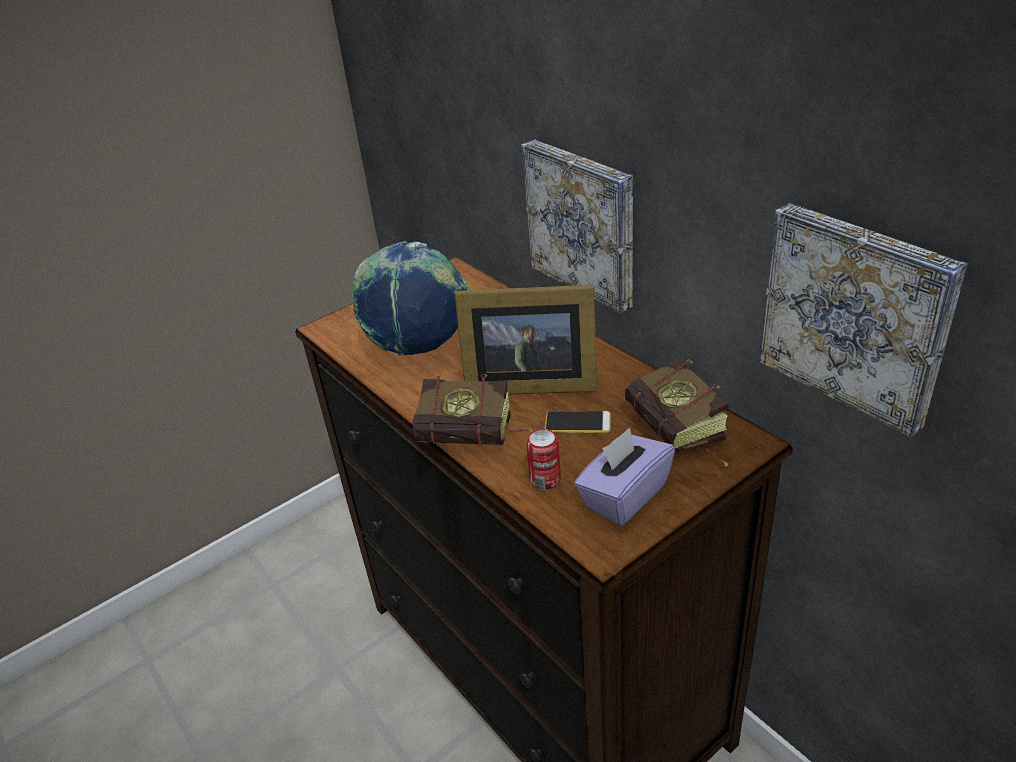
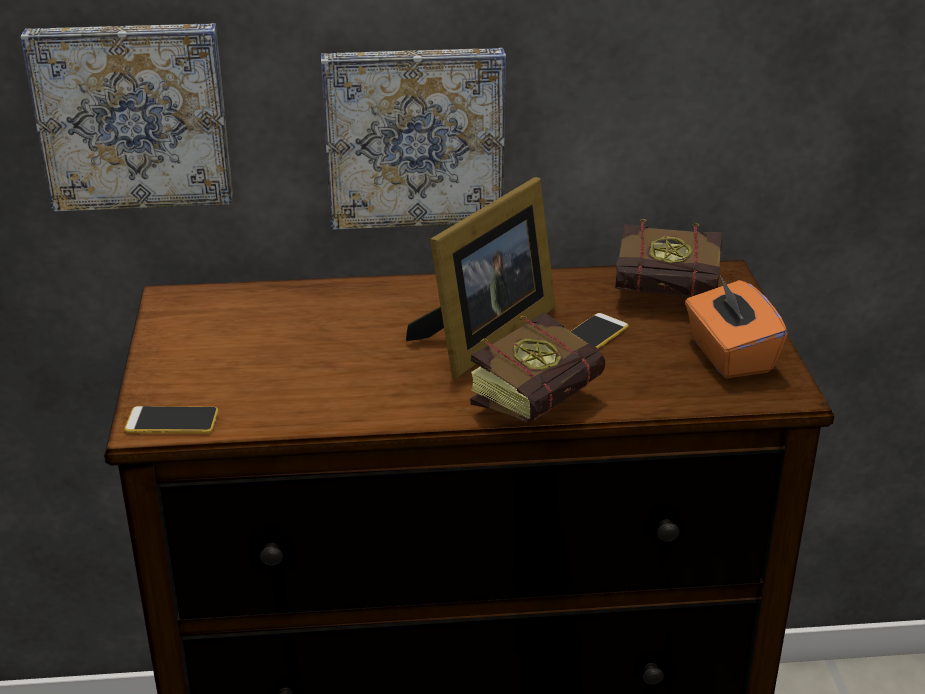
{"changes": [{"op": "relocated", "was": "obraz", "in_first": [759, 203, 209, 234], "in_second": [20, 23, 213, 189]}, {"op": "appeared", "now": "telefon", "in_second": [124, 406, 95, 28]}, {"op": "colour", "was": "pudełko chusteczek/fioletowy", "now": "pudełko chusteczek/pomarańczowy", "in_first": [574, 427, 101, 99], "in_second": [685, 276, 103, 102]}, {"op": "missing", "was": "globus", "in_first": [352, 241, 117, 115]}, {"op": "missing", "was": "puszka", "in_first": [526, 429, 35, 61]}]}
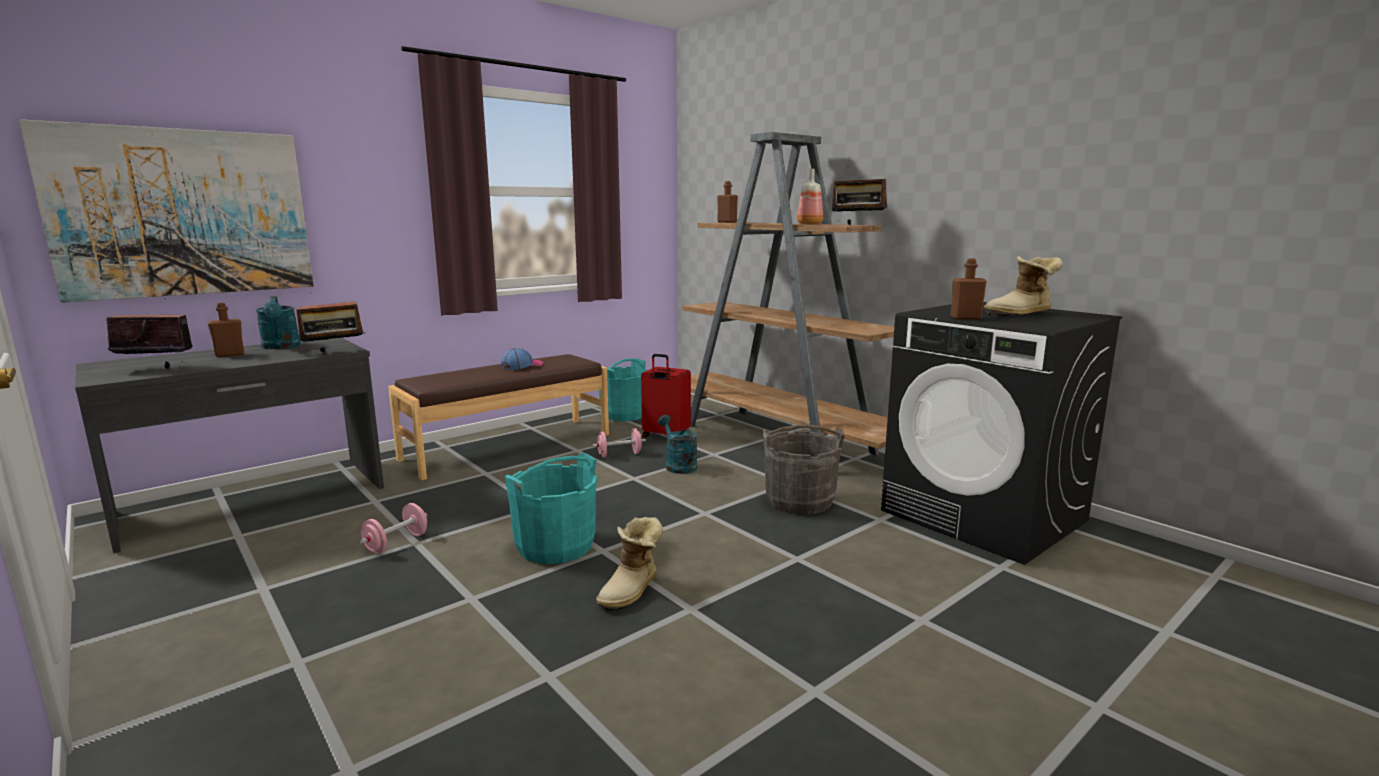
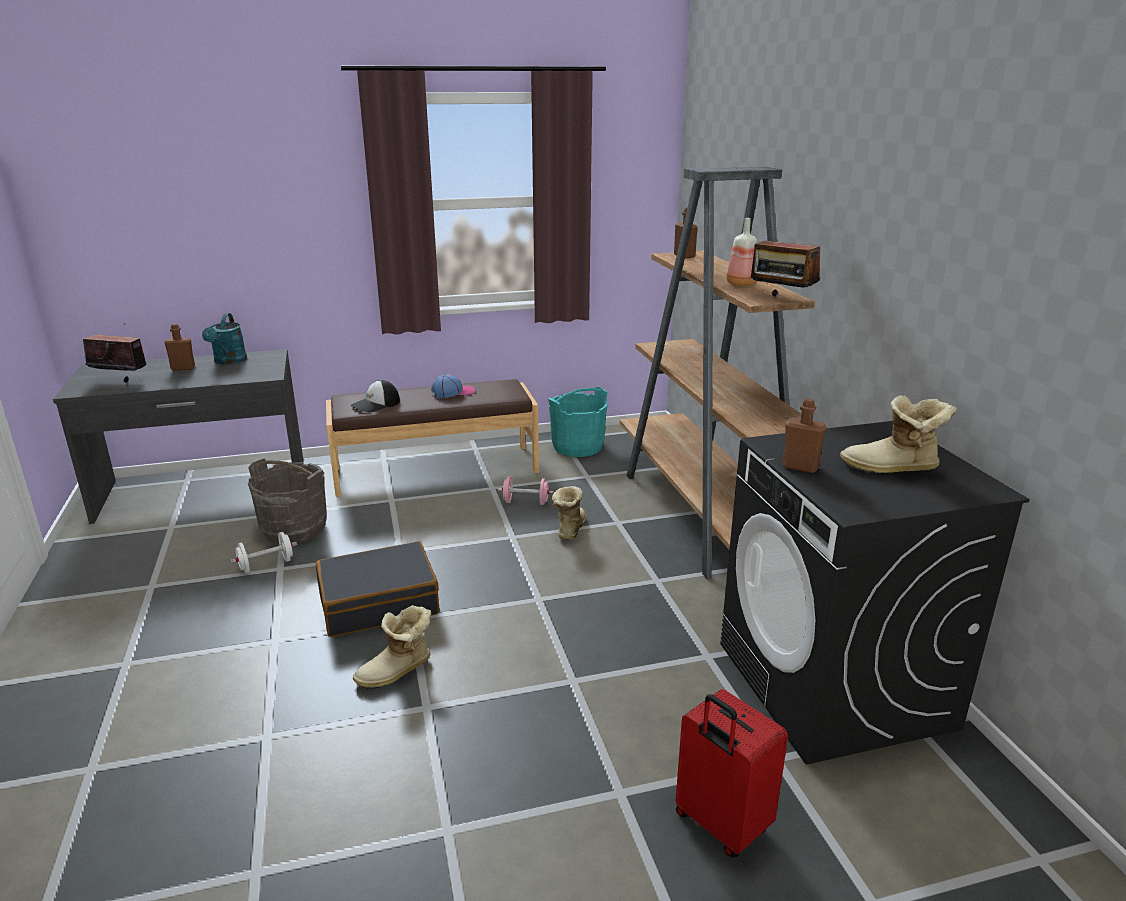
{"changes": [{"op": "colour", "was": "hantel/różowy", "now": "hantel/biały", "in_first": [360, 503, 67, 51], "in_second": [230, 532, 67, 41]}, {"op": "relocated", "was": "wiadro/szary", "in_first": [762, 425, 83, 90], "in_second": [248, 458, 79, 86]}, {"op": "exchanged", "was": "wiadro/turkusowy", "now": "walizka/czarny", "in_first": [505, 454, 92, 110], "in_second": [316, 541, 123, 96]}, {"op": "appeared", "now": "czapka z daszkiem", "in_second": [351, 380, 49, 33]}, {"op": "exchanged", "was": "konewka/turkusowy", "now": "but z cholewką", "in_first": [658, 415, 39, 59], "in_second": [552, 486, 34, 54]}, {"op": "relocated", "was": "walizka/czerwony", "in_first": [641, 354, 50, 83], "in_second": [676, 689, 112, 169]}, {"op": "missing", "was": "obraz", "in_first": [19, 119, 294, 184]}, {"op": "missing", "was": "radio", "in_first": [296, 292, 68, 60]}]}
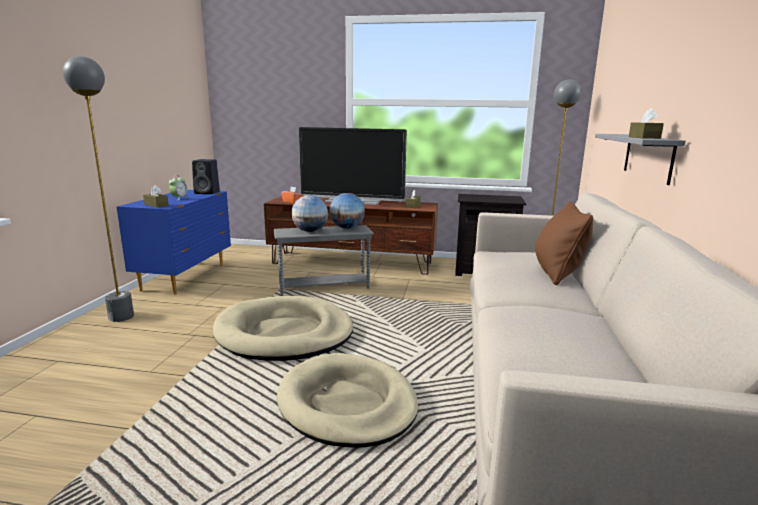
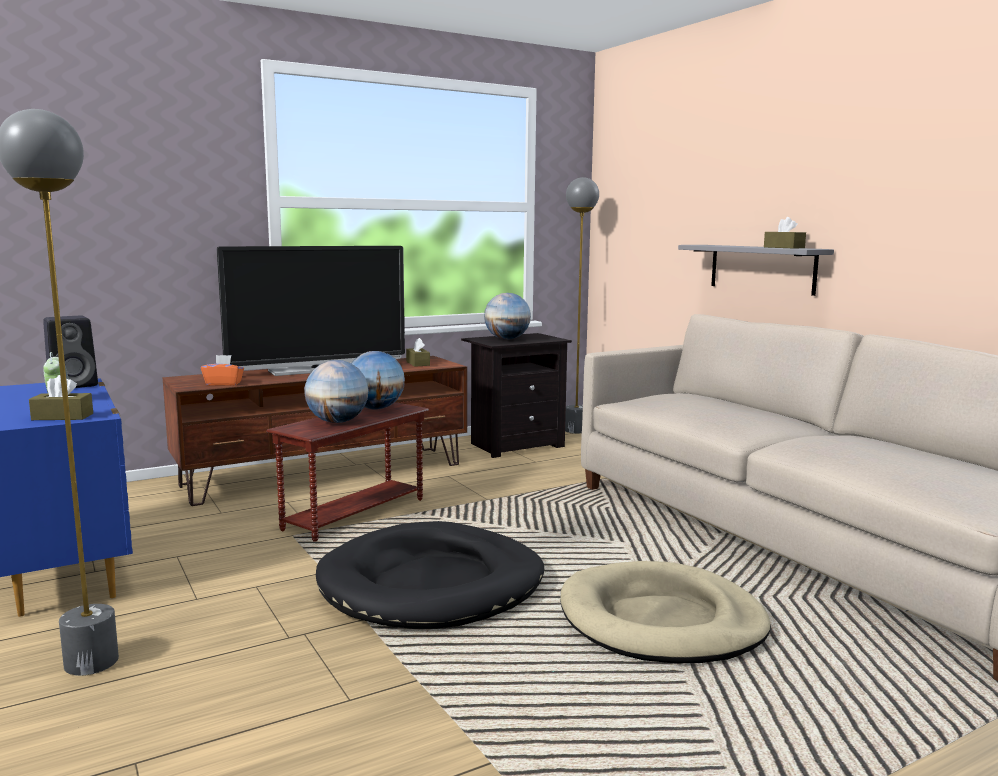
{"changes": [{"op": "colour", "was": "stolik/szary", "now": "stolik/brązowy", "in_first": [274, 225, 100, 70], "in_second": [266, 402, 163, 139]}, {"op": "colour", "was": "legowisko/beżowy", "now": "legowisko/czarny", "in_first": [213, 296, 141, 65], "in_second": [316, 521, 228, 108]}, {"op": "appeared", "now": "globus", "in_second": [484, 293, 47, 47]}, {"op": "missing", "was": "poduszka/brązowy", "in_first": [535, 201, 58, 84]}]}
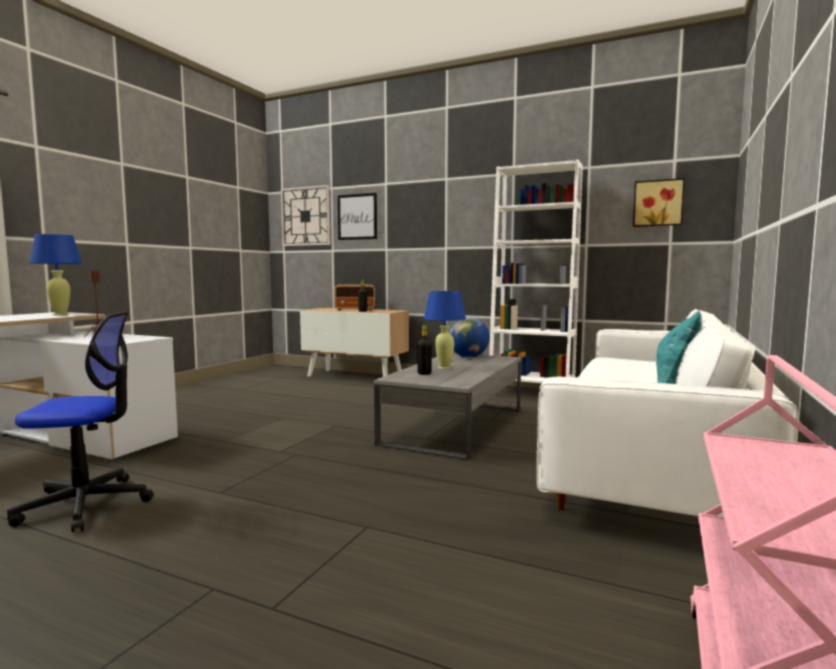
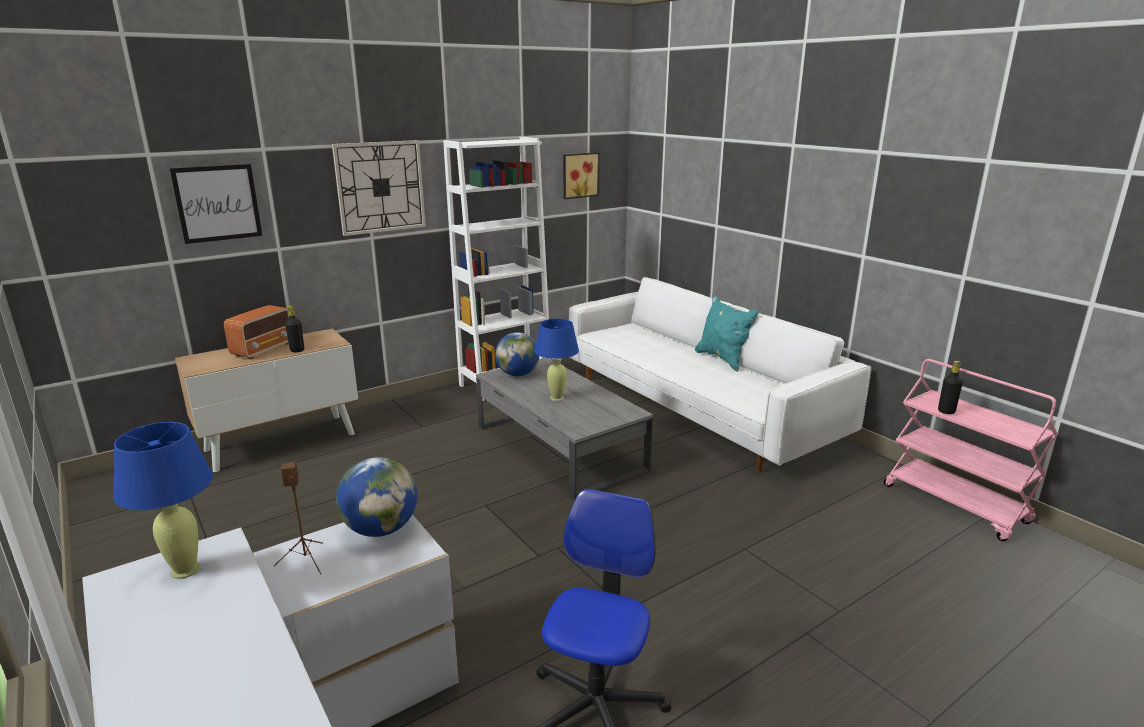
{"changes": [{"op": "relocated", "was": "zegar ścienny", "in_first": [281, 185, 50, 61], "in_second": [332, 140, 94, 96]}, {"op": "appeared", "now": "globus", "in_second": [336, 457, 81, 80]}, {"op": "relocated", "was": "butelka/czarny", "in_first": [417, 325, 15, 50], "in_second": [938, 361, 25, 53]}]}
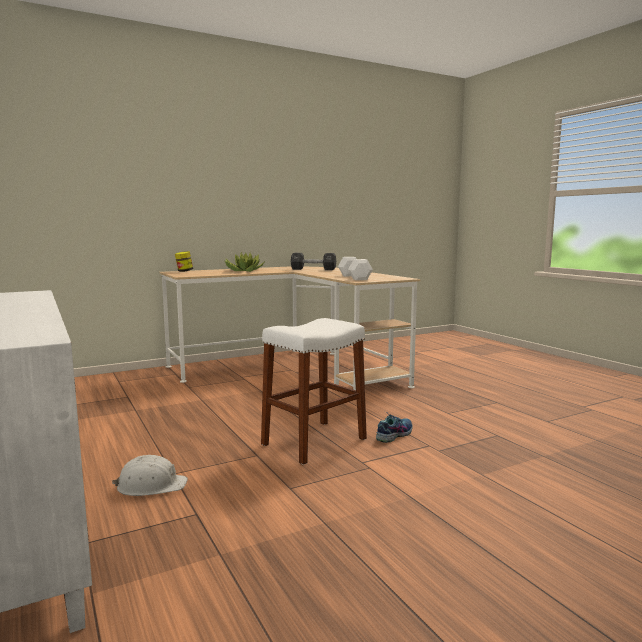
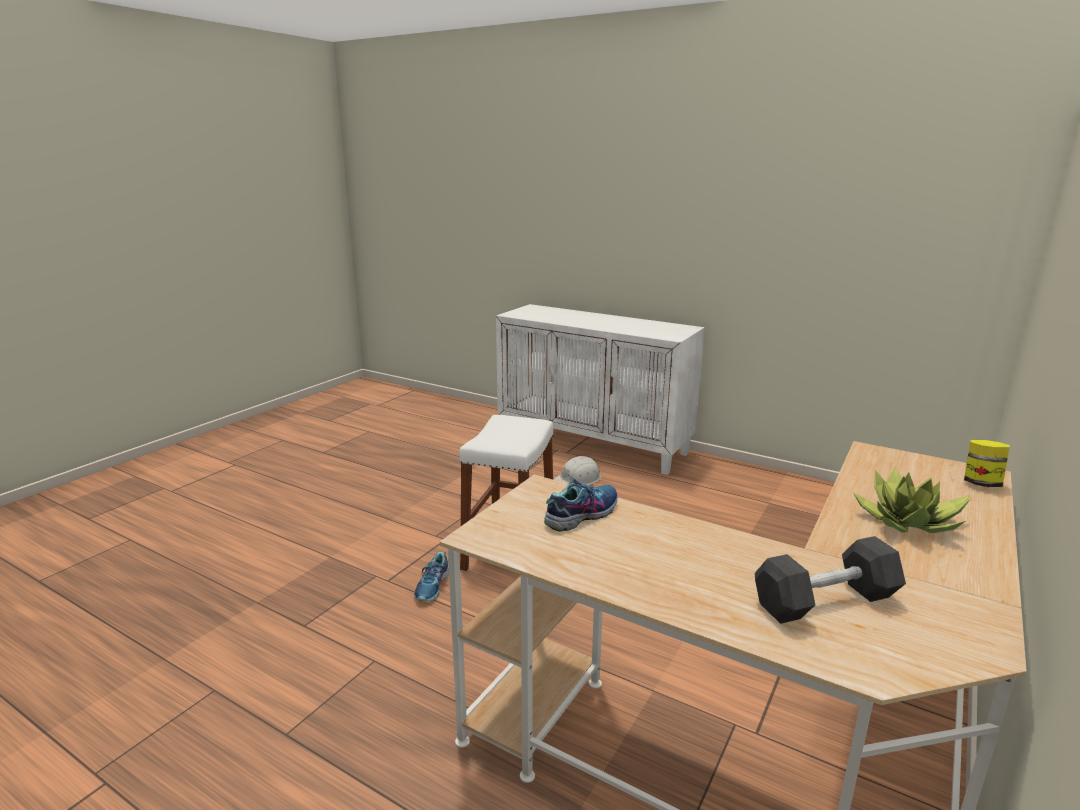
{"changes": [{"op": "exchanged", "was": "hantel/biały", "now": "but", "in_first": [338, 257, 35, 23], "in_second": [544, 473, 74, 59]}]}
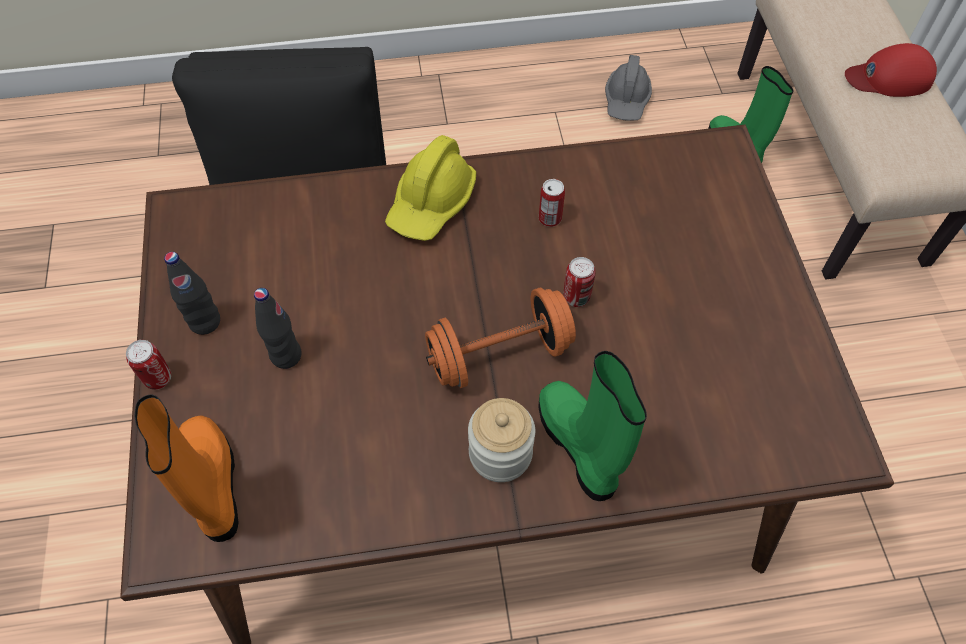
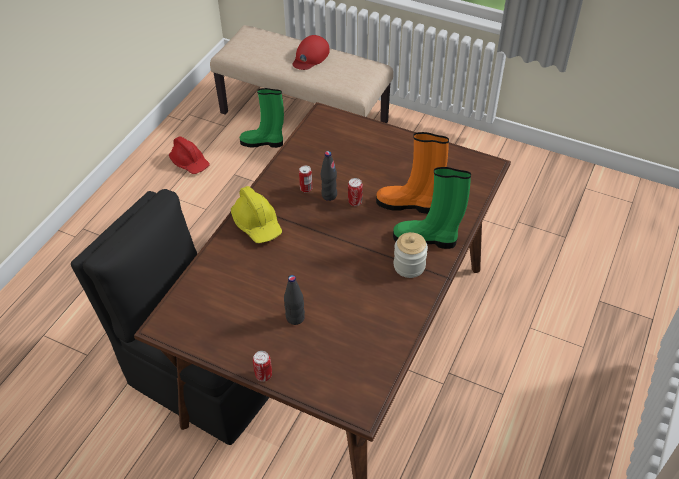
{"changes": [{"op": "colour", "was": "kask/szary", "now": "kask/czerwony", "in_first": [605, 55, 47, 66], "in_second": [169, 136, 41, 38]}, {"op": "relocated", "was": "butelka/czarny", "in_first": [164, 252, 56, 83], "in_second": [321, 151, 16, 50]}, {"op": "relocated", "was": "but z cholewką/pomarańczowy", "in_first": [135, 394, 103, 148], "in_second": [376, 132, 73, 82]}, {"op": "missing", "was": "hantel/pomarańczowy", "in_first": [425, 288, 151, 100]}]}
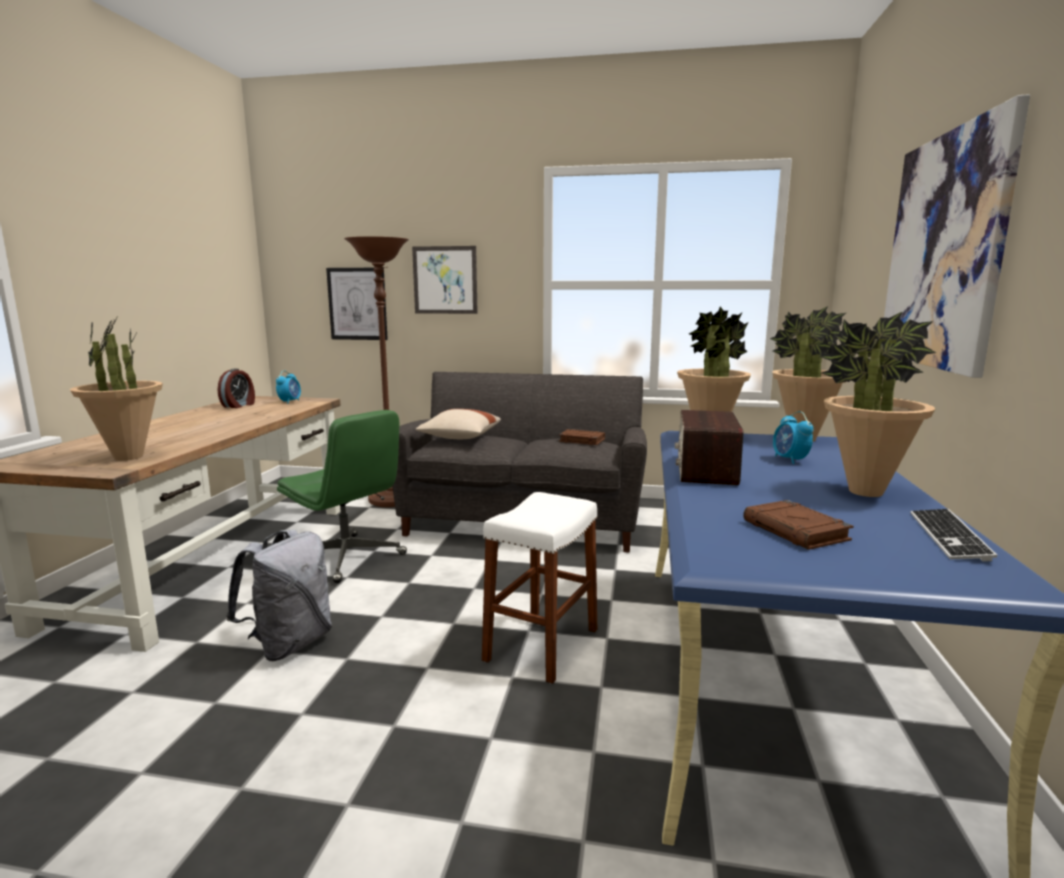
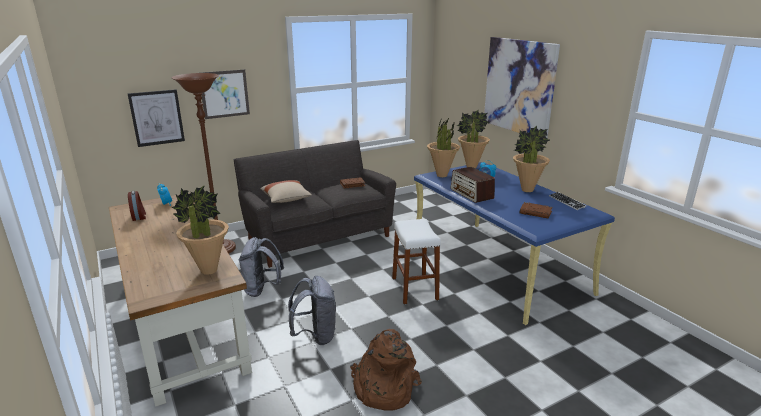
{"changes": [{"op": "exchanged", "was": "krzesło biurowe/zielony", "now": "plecak/szary", "in_first": [277, 410, 130, 173], "in_second": [238, 237, 46, 60]}, {"op": "appeared", "now": "plecak/brązowy", "in_second": [350, 329, 72, 82]}]}
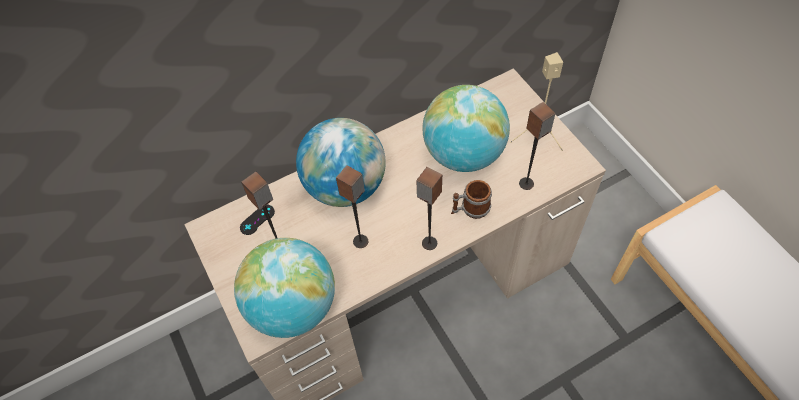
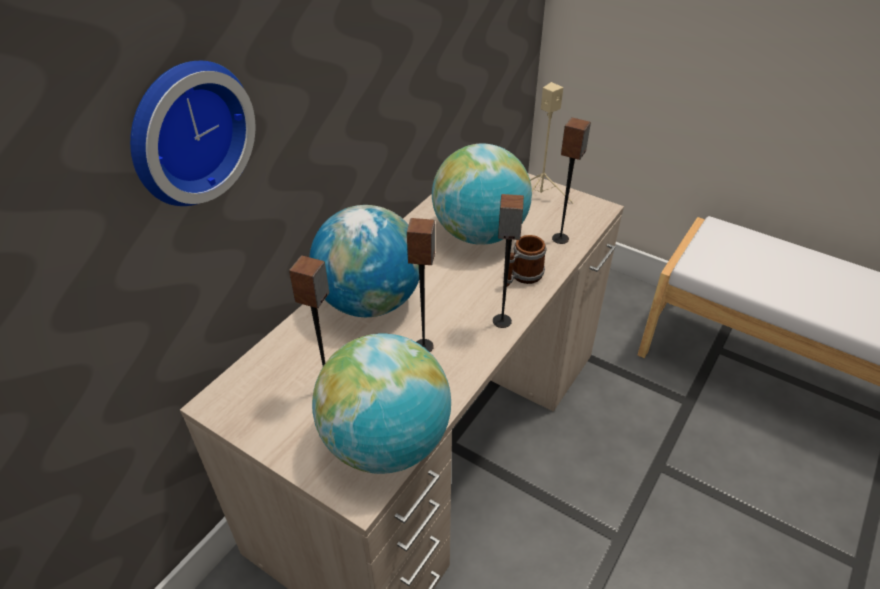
{"changes": [{"op": "appeared", "now": "zegar ścienny", "in_second": [130, 61, 125, 145]}, {"op": "missing", "was": "pad do gier/czarny", "in_first": [240, 205, 35, 30]}]}
